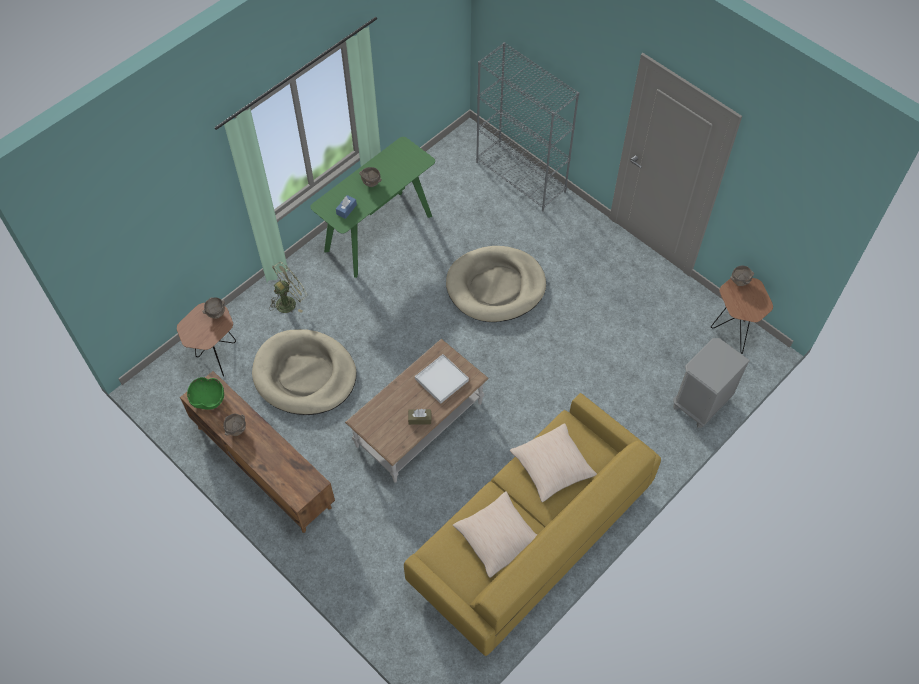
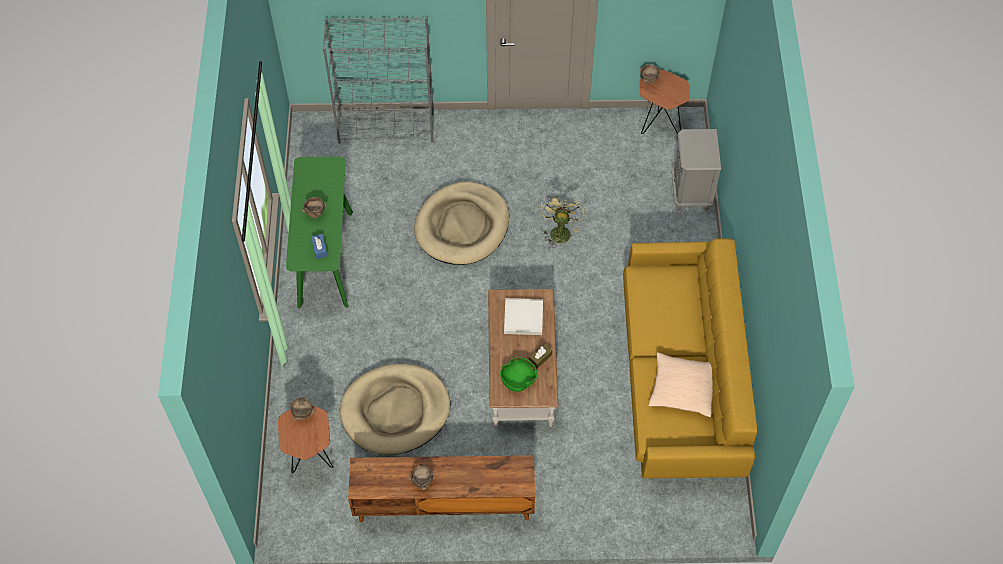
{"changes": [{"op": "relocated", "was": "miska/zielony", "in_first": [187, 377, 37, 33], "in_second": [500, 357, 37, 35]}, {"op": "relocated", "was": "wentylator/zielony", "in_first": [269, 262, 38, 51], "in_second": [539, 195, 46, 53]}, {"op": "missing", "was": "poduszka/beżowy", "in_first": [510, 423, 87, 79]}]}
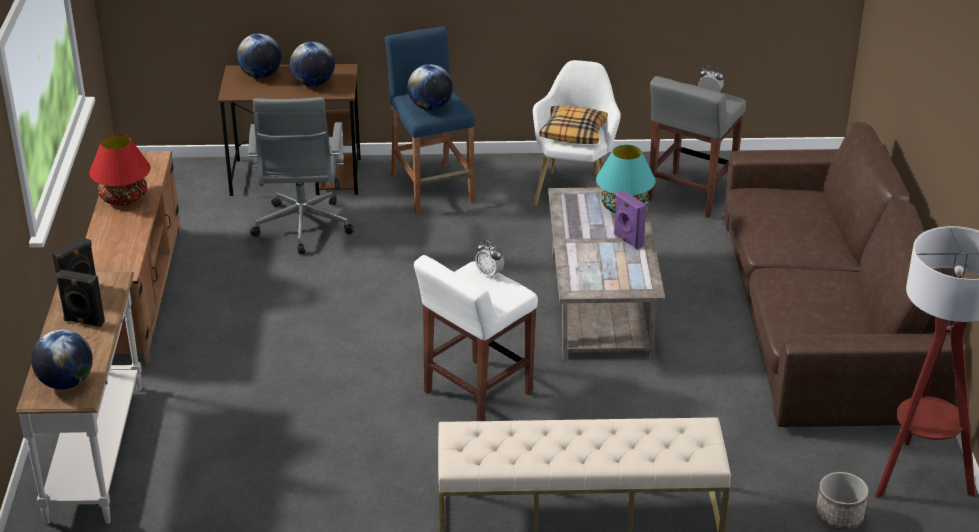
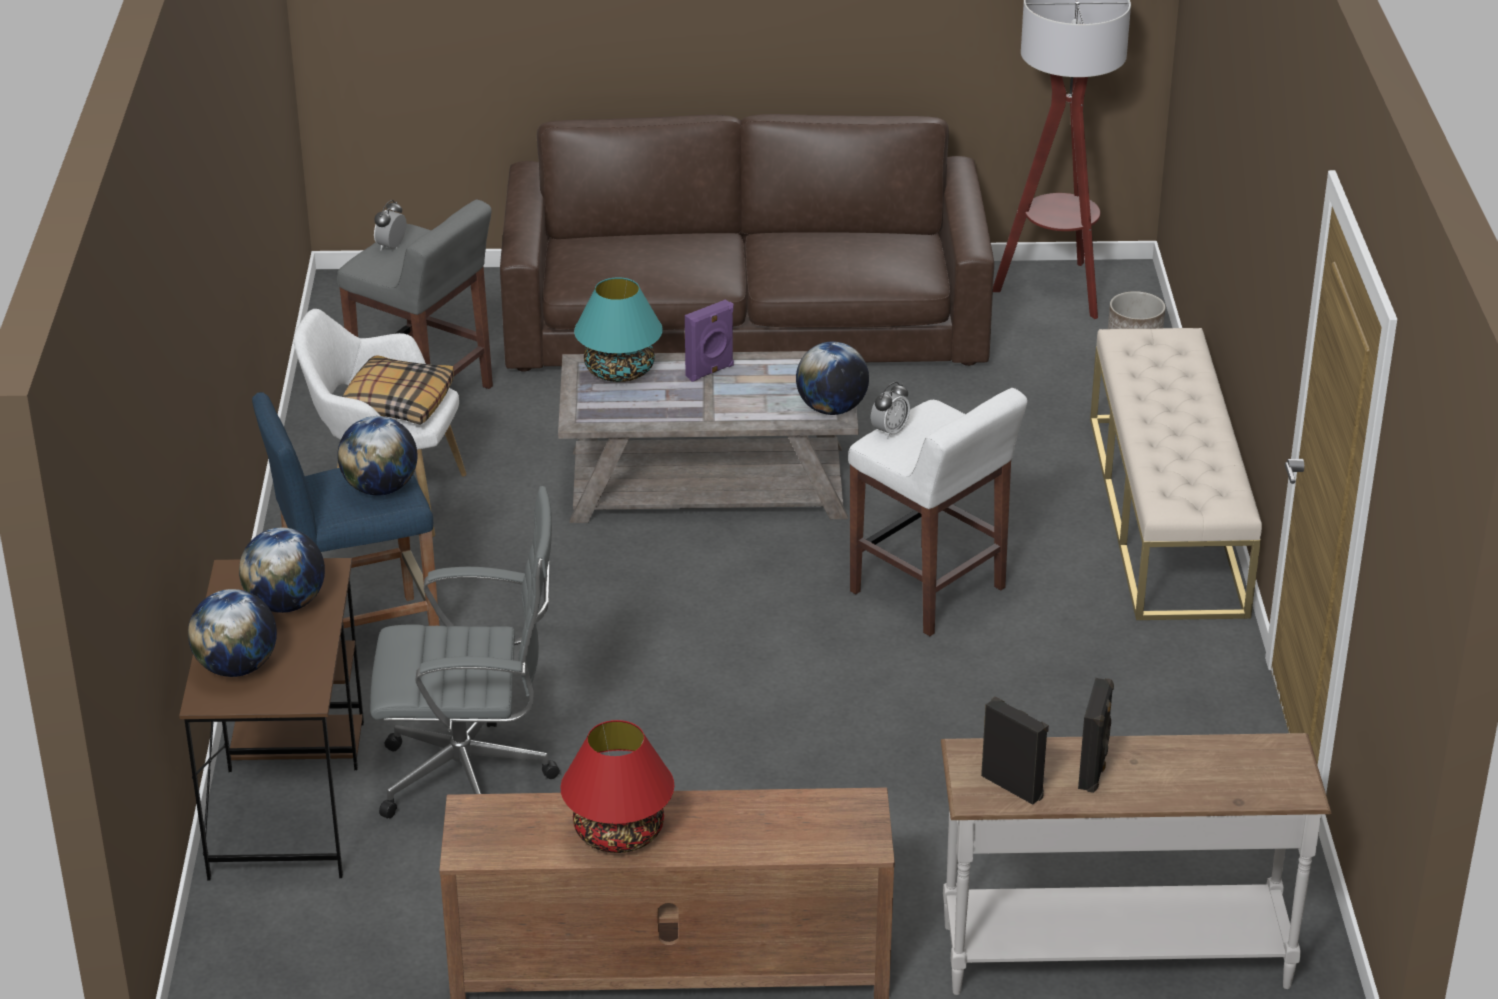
{"changes": [{"op": "relocated", "was": "globus", "in_first": [31, 330, 62, 59], "in_second": [796, 342, 73, 73]}]}
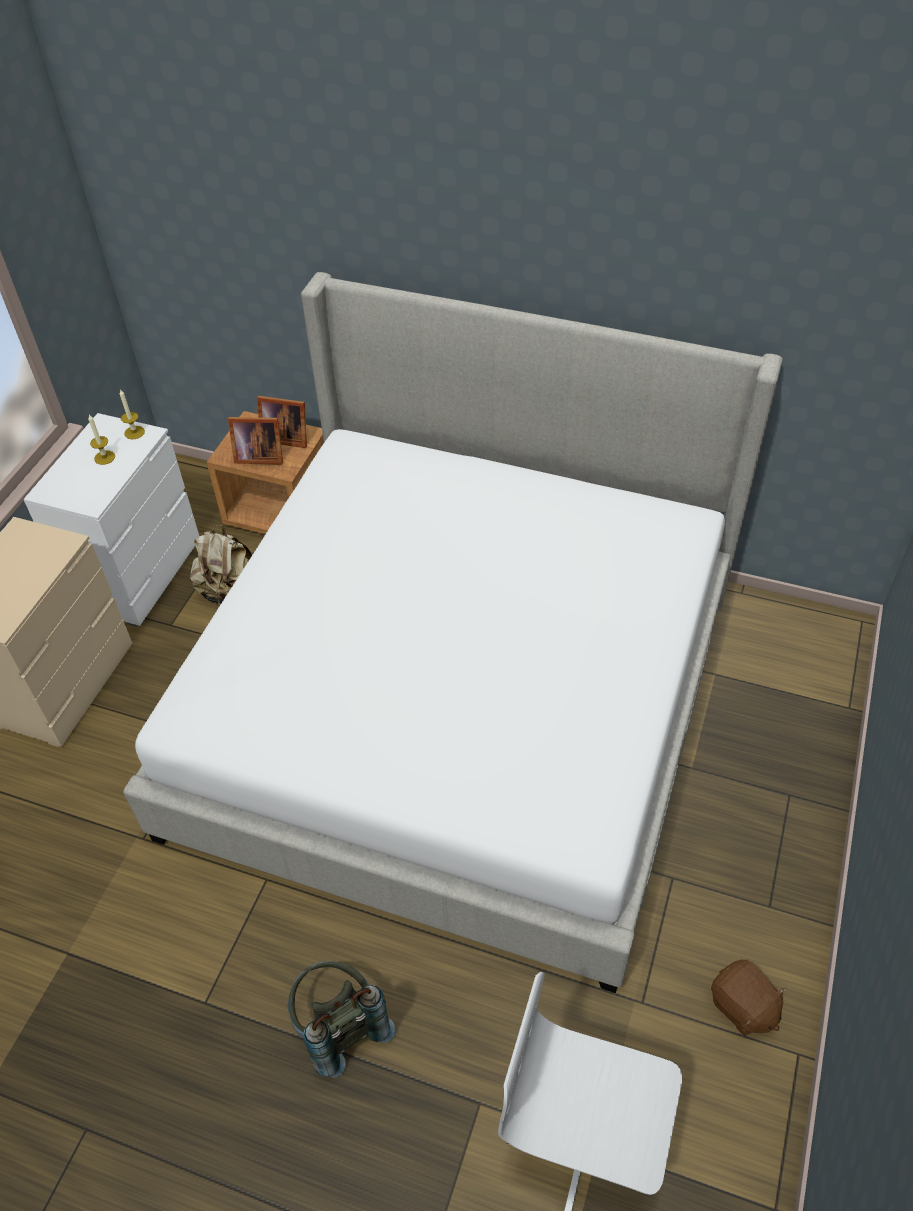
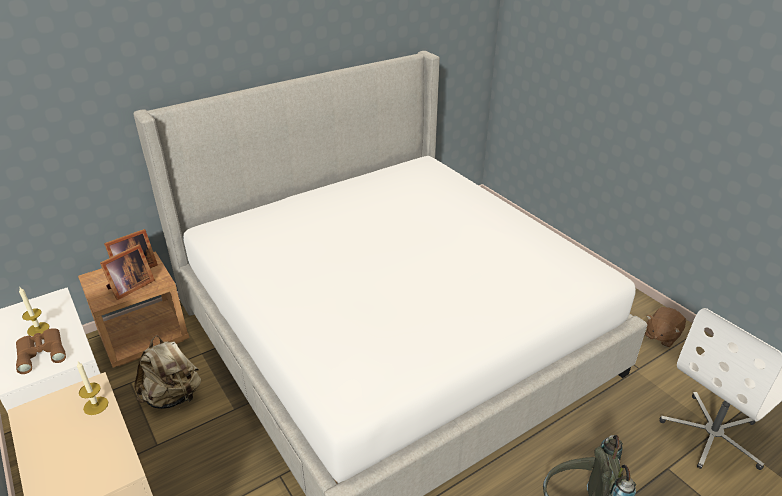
{"changes": [{"op": "appeared", "now": "lornetka/brązowy", "in_second": [16, 329, 50, 45]}, {"op": "relocated", "was": "świeca", "in_first": [119, 389, 26, 50], "in_second": [77, 362, 31, 53]}, {"op": "spun", "was": "pluszak/brązowy", "in_first": [711, 959, 75, 77], "in_second": [645, 307, 41, 41], "clockwise": 135}]}
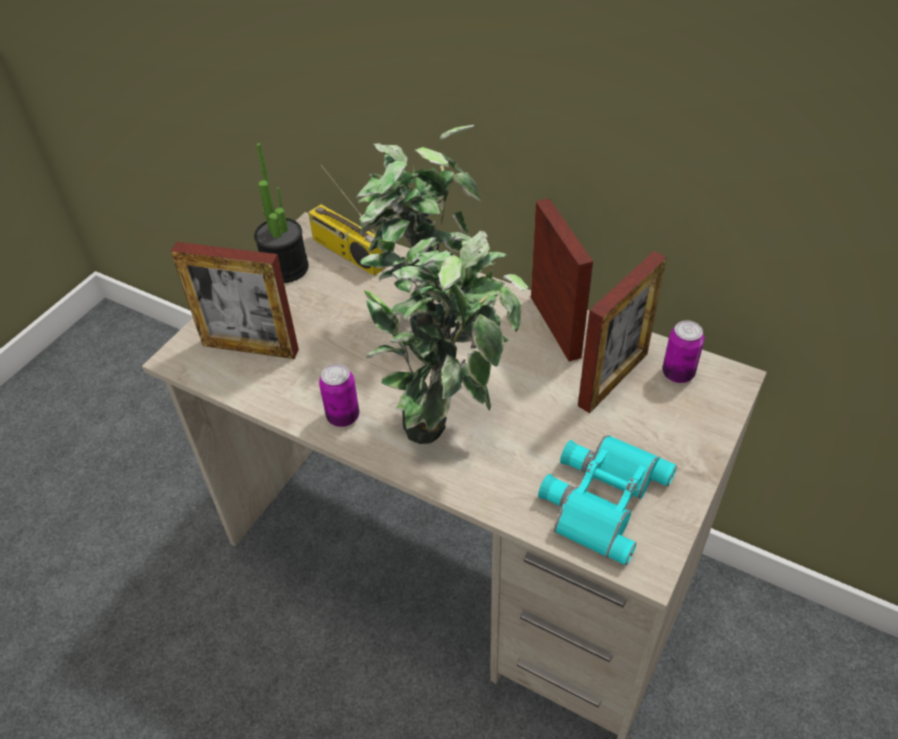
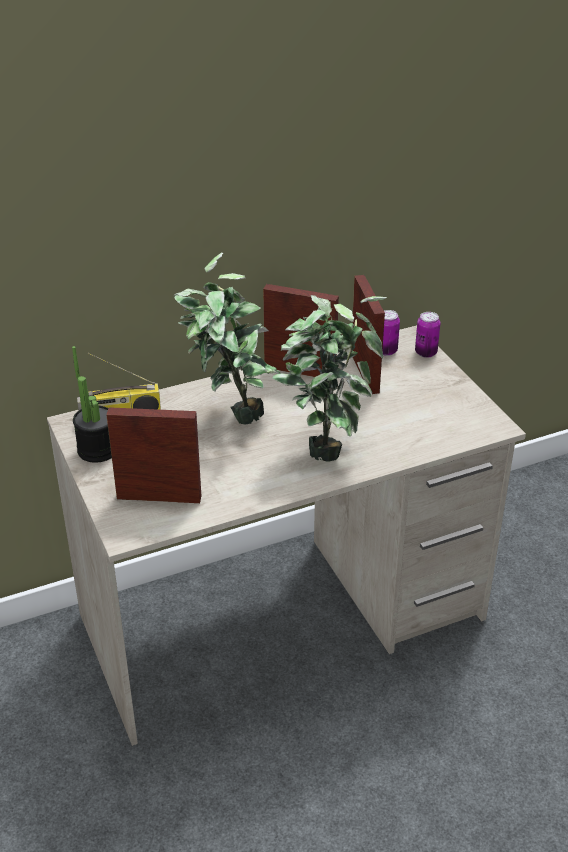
{"changes": [{"op": "spun", "was": "ramka na zdjęcie", "in_first": [171, 242, 128, 117], "in_second": [106, 407, 95, 96], "clockwise": -135}, {"op": "relocated", "was": "puszka", "in_first": [319, 364, 40, 63], "in_second": [415, 312, 25, 46]}, {"op": "missing", "was": "lornetka/turkusowy", "in_first": [538, 435, 139, 130]}]}
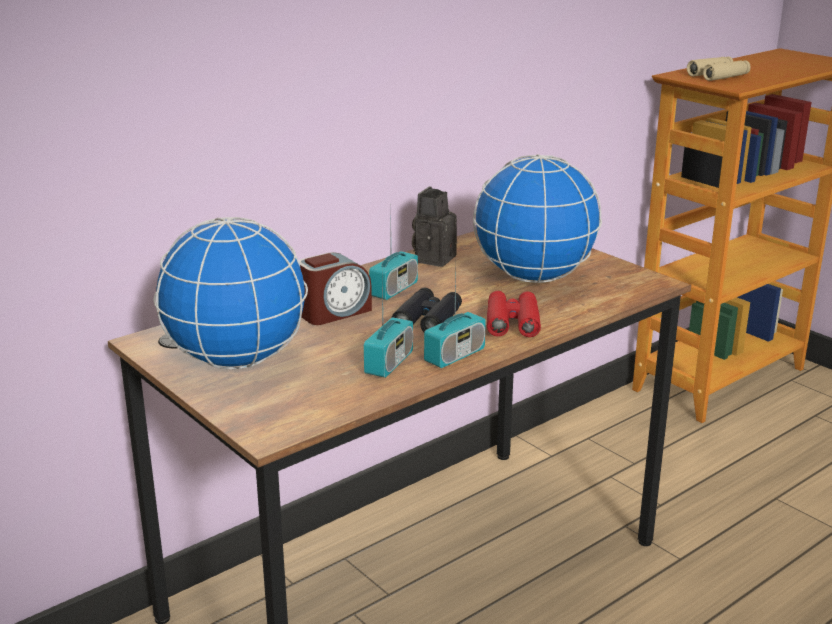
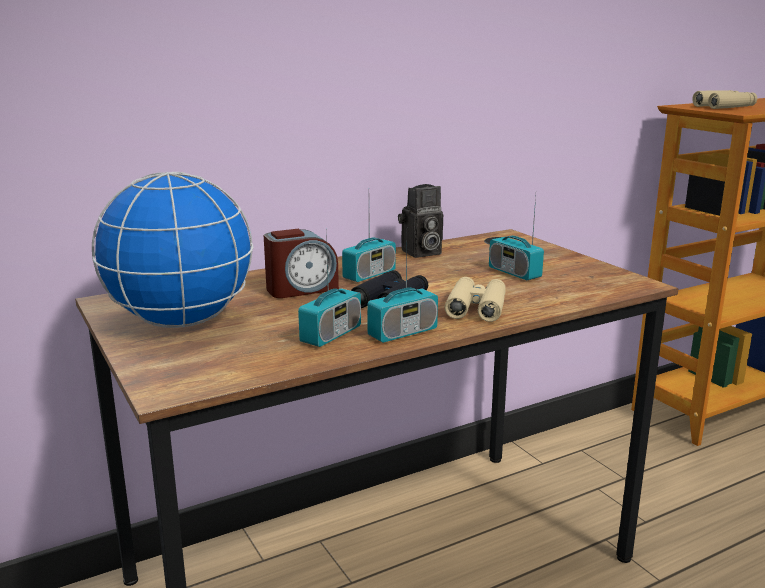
{"changes": [{"op": "spun", "was": "aparat fotograficzny", "in_first": [412, 186, 45, 81], "in_second": [398, 184, 45, 74], "clockwise": -150}, {"op": "colour", "was": "lornetka/czerwony", "now": "lornetka/beżowy", "in_first": [487, 291, 54, 46], "in_second": [445, 277, 61, 45]}, {"op": "exchanged", "was": "globus", "now": "radio", "in_first": [473, 154, 129, 129], "in_second": [489, 197, 55, 83]}]}
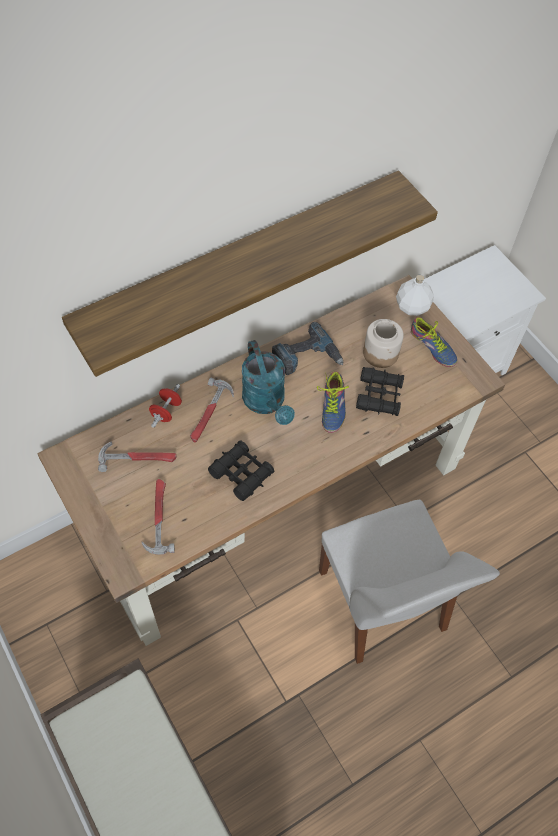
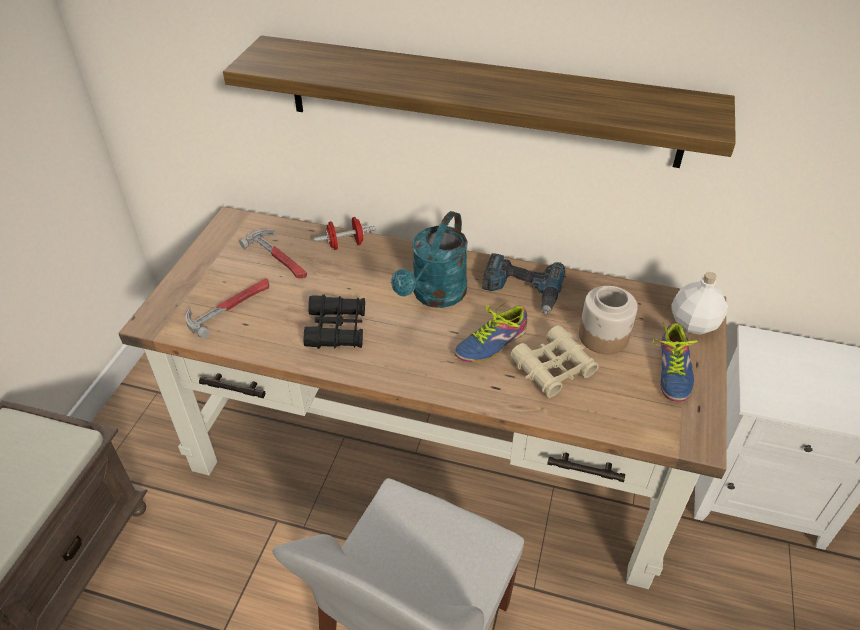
{"changes": [{"op": "colour", "was": "lornetka/czarny", "now": "lornetka/beżowy", "in_first": [356, 367, 48, 49], "in_second": [510, 325, 89, 73]}, {"op": "missing", "was": "młotek", "in_first": [190, 377, 44, 66]}]}
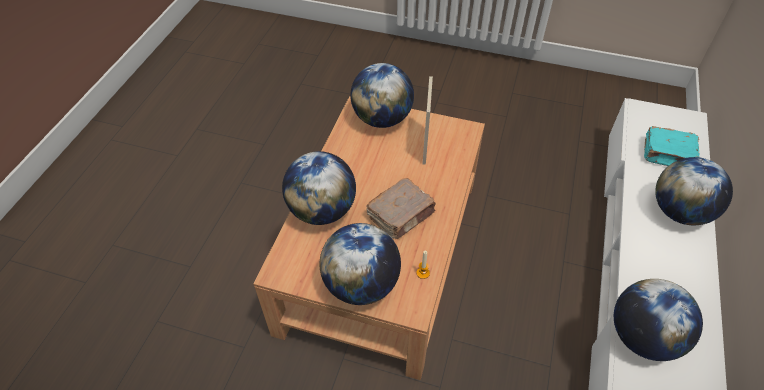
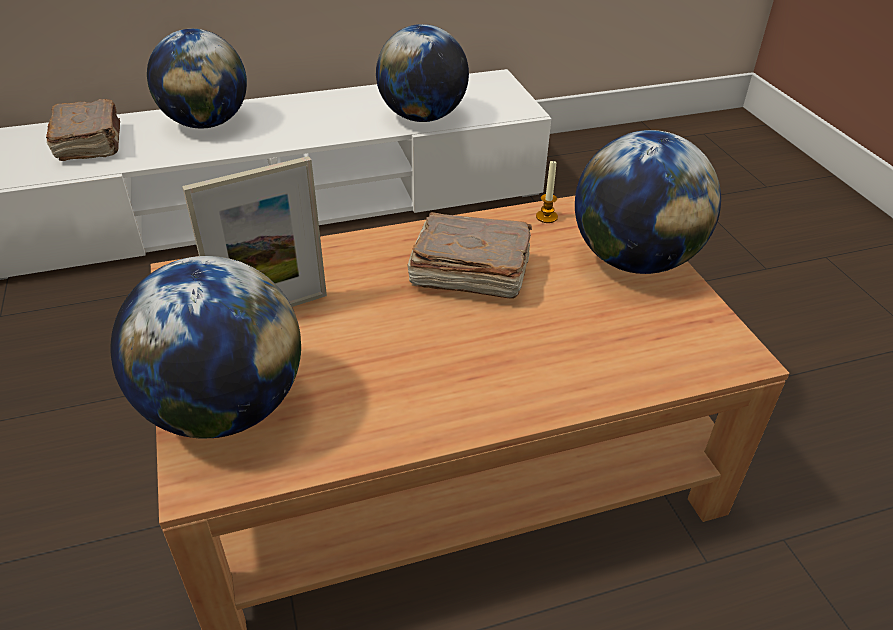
{"changes": [{"op": "colour", "was": "książka/turkusowy", "now": "książka/brązowy", "in_first": [644, 126, 56, 40], "in_second": [46, 99, 74, 62]}, {"op": "missing", "was": "globus", "in_first": [282, 151, 74, 74]}]}
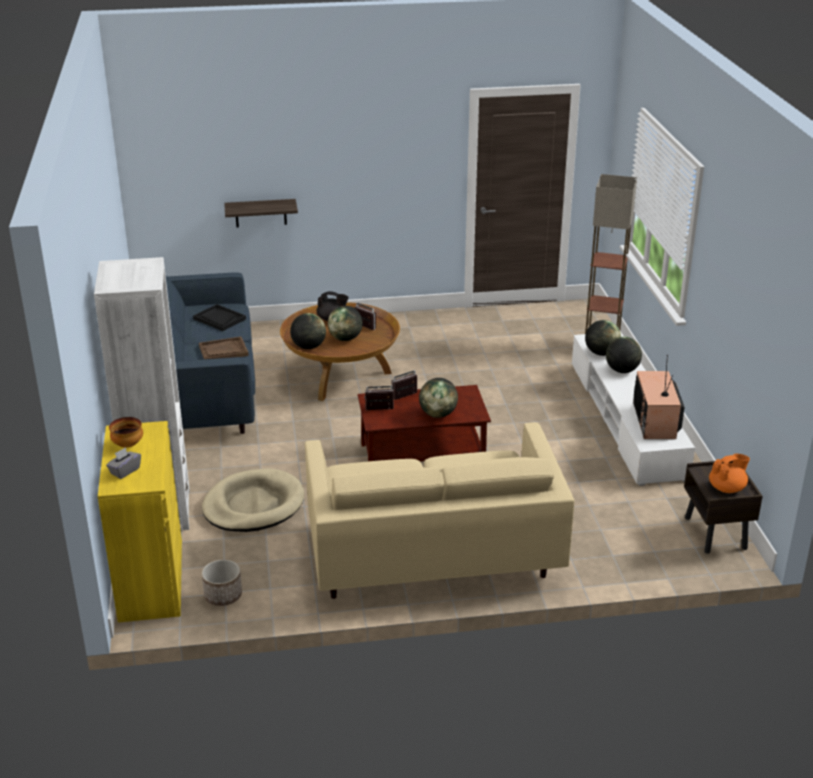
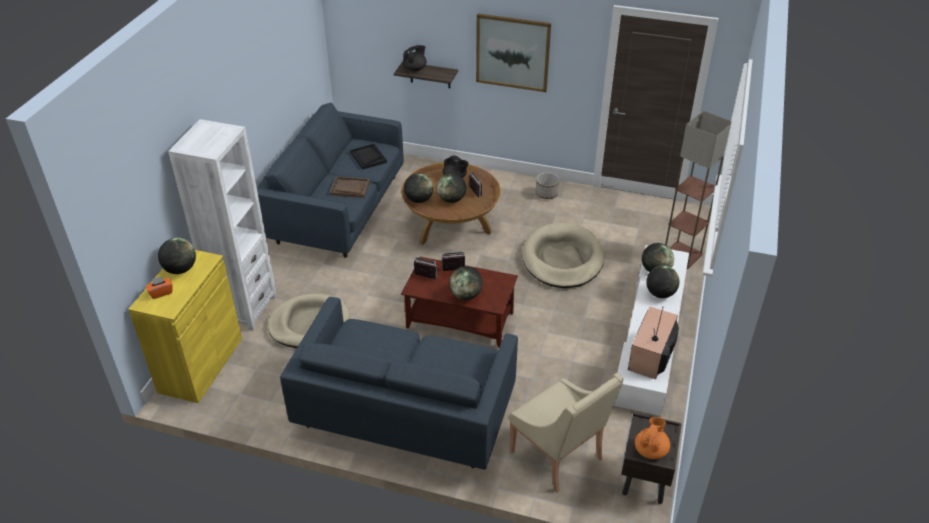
{"changes": [{"op": "colour", "was": "pudełko chusteczek/szary", "now": "pudełko chusteczek/pomarańczowy", "in_first": [106, 447, 35, 32], "in_second": [146, 276, 27, 23]}, {"op": "exchanged", "was": "miska", "now": "globus", "in_first": [109, 417, 34, 31], "in_second": [158, 238, 38, 36]}, {"op": "colour", "was": "kanapa/beżowy", "now": "kanapa/niebieski", "in_first": [305, 422, 269, 177], "in_second": [280, 297, 238, 173]}, {"op": "appeared", "now": "imbryk/czarny", "in_second": [402, 45, 25, 27]}, {"op": "appeared", "now": "obraz", "in_second": [476, 14, 75, 78]}, {"op": "appeared", "now": "fotel/beżowy", "in_second": [509, 373, 114, 120]}, {"op": "appeared", "now": "legowisko/beżowy", "in_second": [522, 223, 82, 65]}, {"op": "relocated", "was": "donica", "in_first": [202, 560, 40, 46], "in_second": [536, 172, 23, 27]}, {"op": "spun", "was": "imbryk/pomarańczowy", "in_first": [709, 454, 41, 39], "in_second": [635, 417, 35, 42], "clockwise": -60}]}
